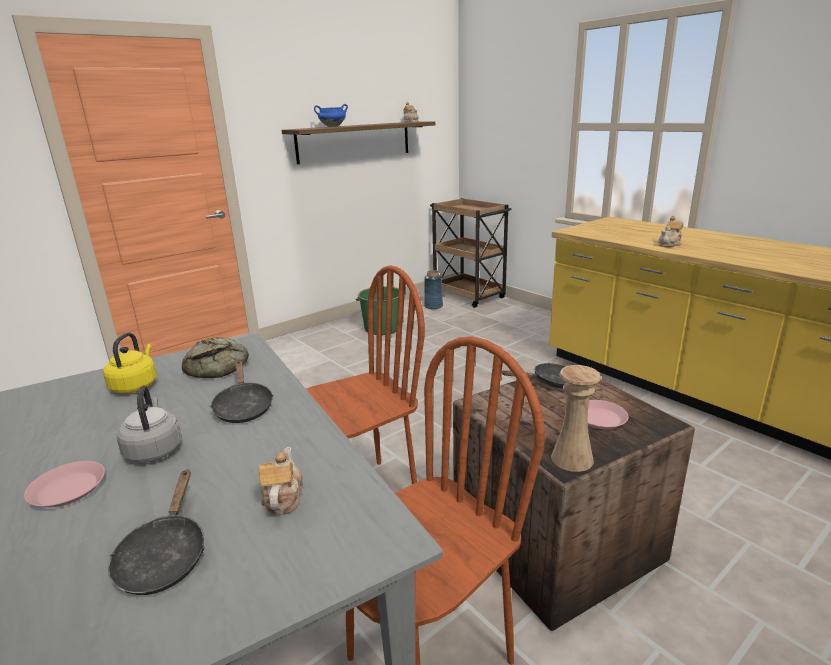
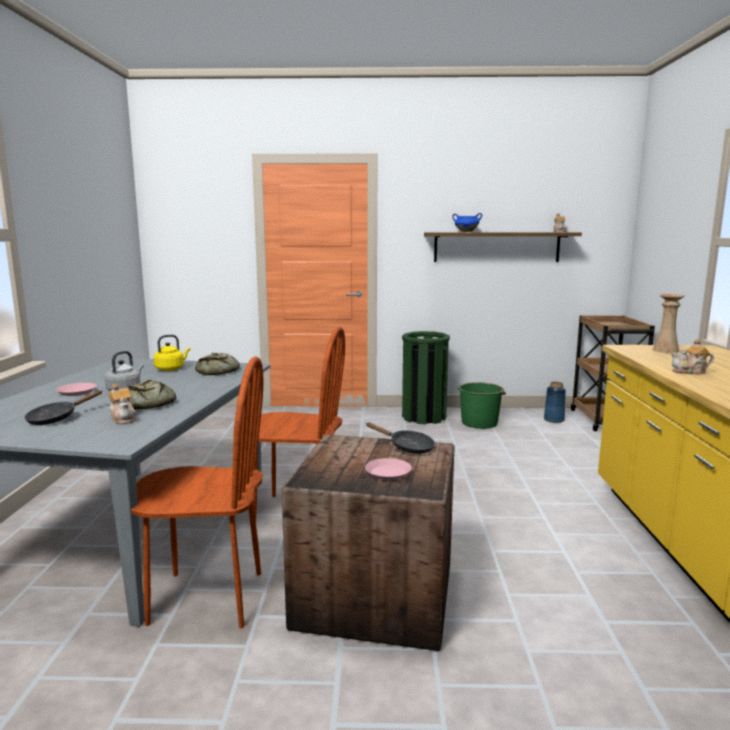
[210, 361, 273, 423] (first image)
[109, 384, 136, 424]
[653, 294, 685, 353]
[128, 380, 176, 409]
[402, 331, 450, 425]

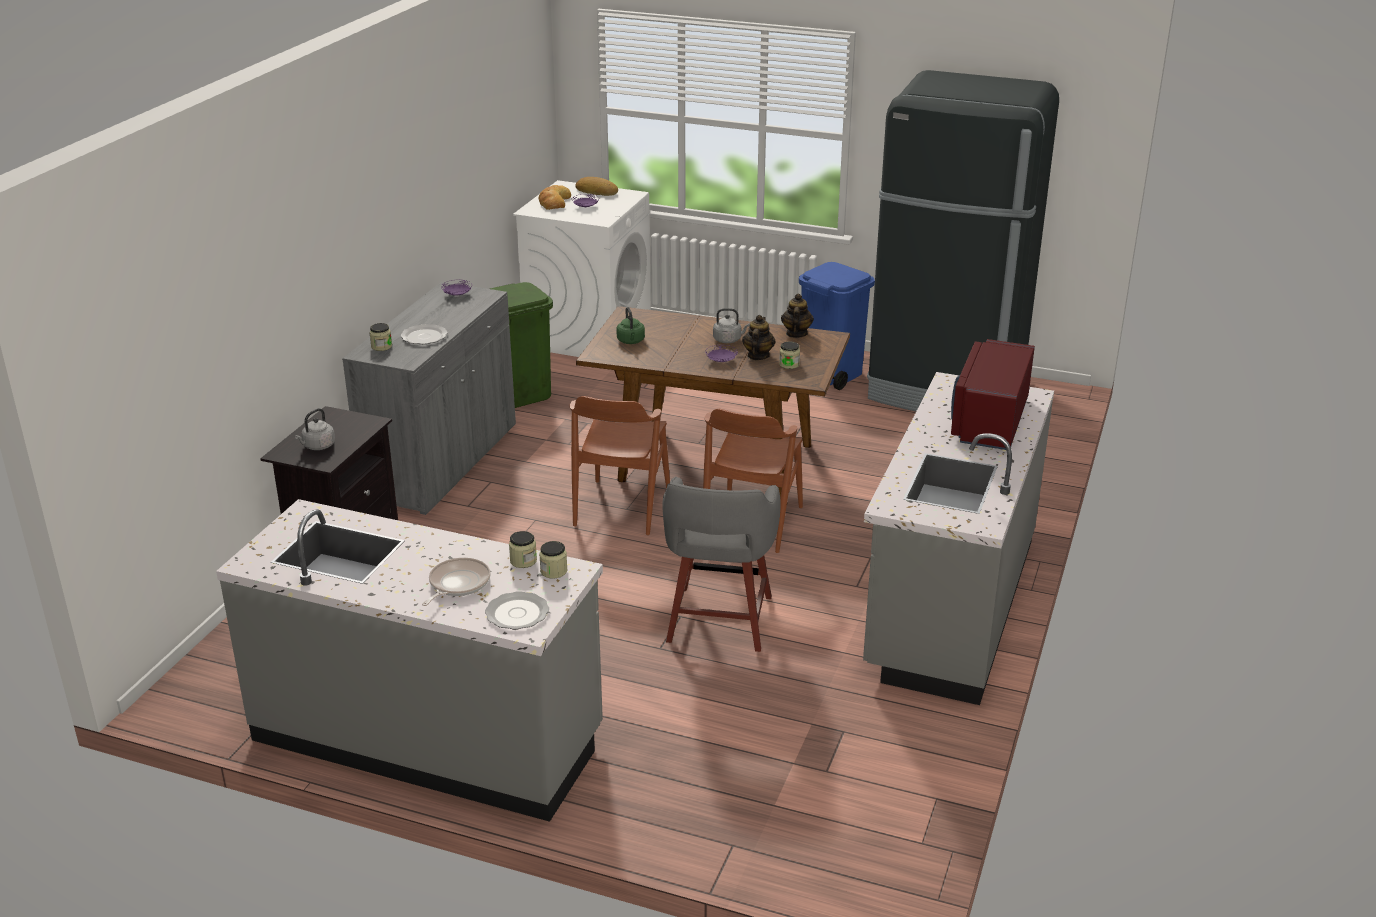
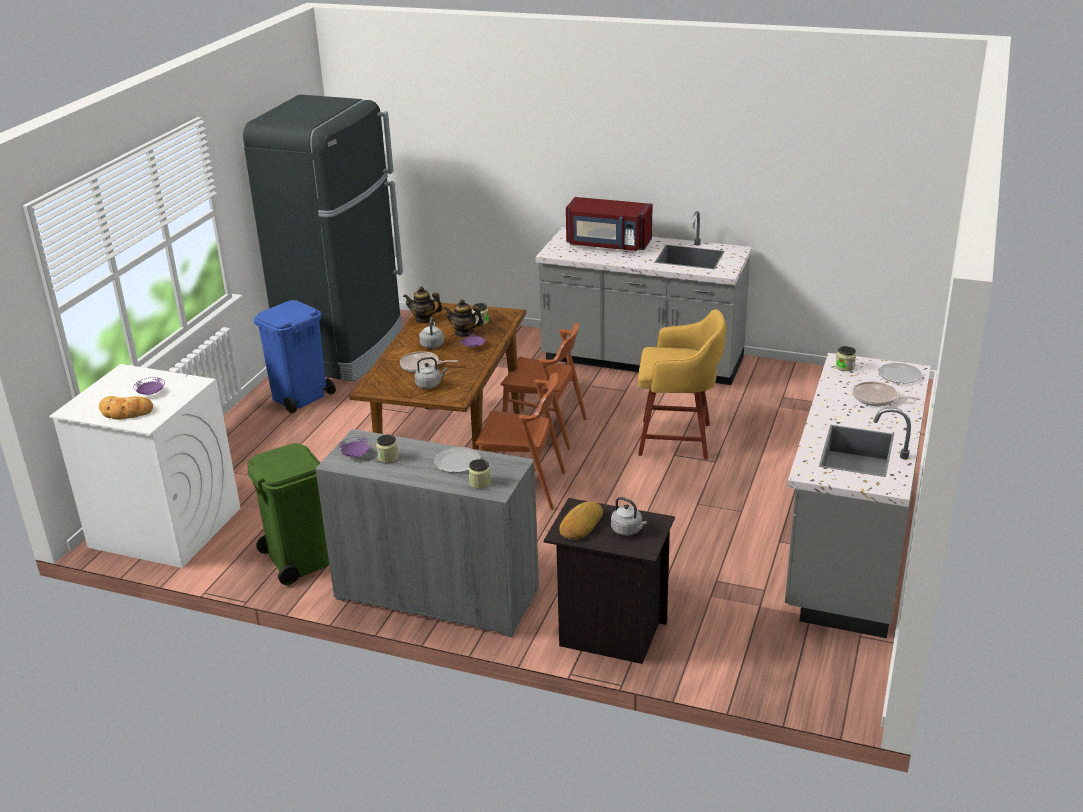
[376, 434, 398, 463]
[559, 501, 603, 540]
[415, 357, 448, 389]
[638, 309, 726, 459]
[400, 351, 458, 373]

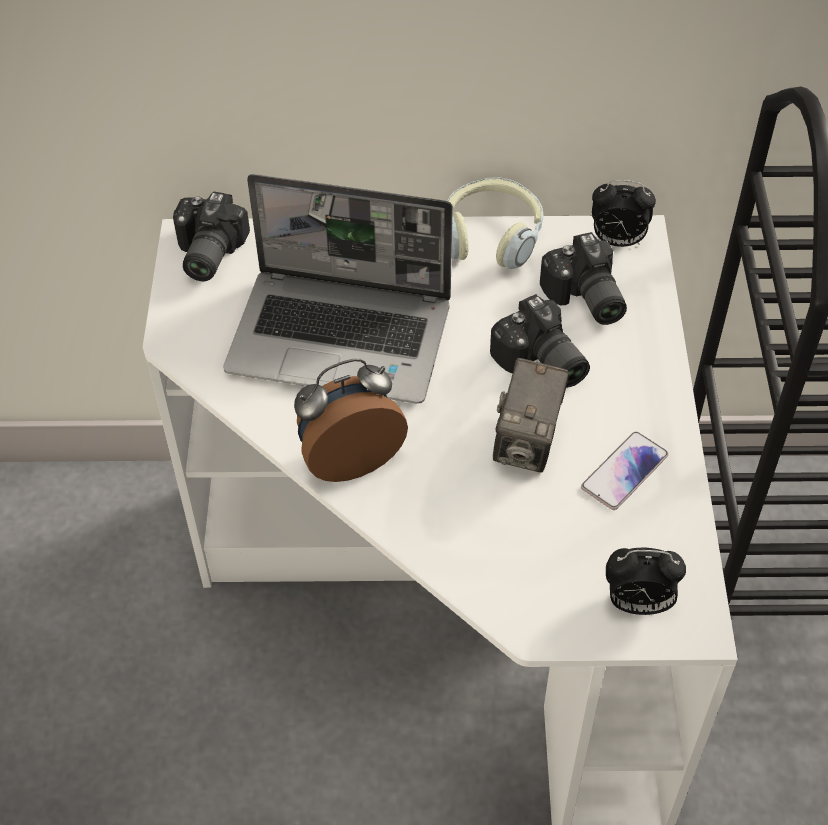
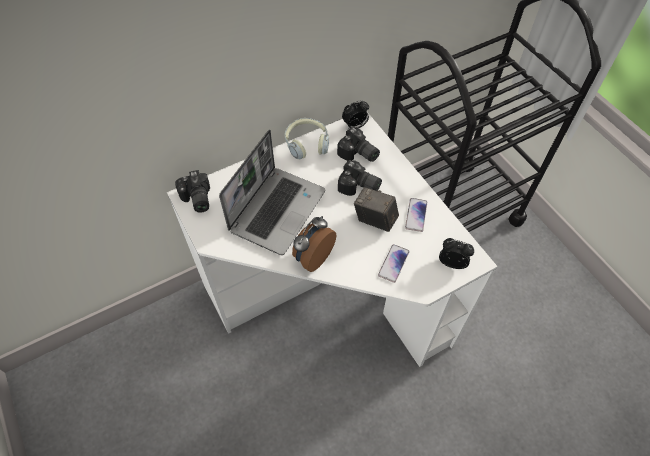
[219, 129, 325, 255]
[354, 187, 399, 232]
[439, 238, 474, 269]
[378, 244, 409, 283]

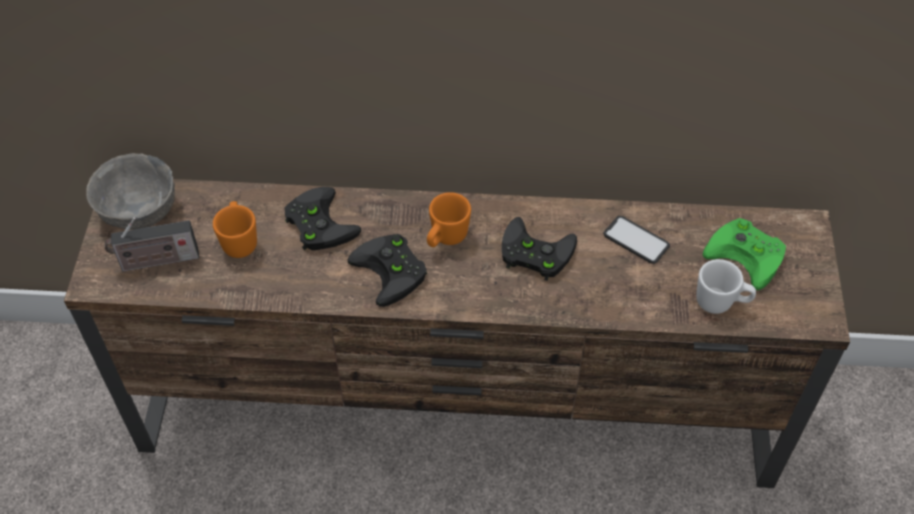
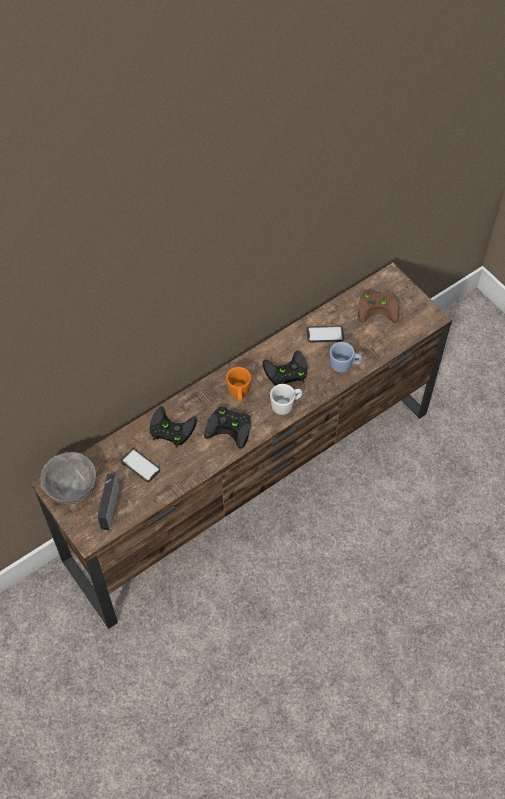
[97, 471, 119, 530]
[121, 449, 161, 482]
[270, 384, 302, 415]
[358, 291, 399, 323]
[330, 342, 363, 373]

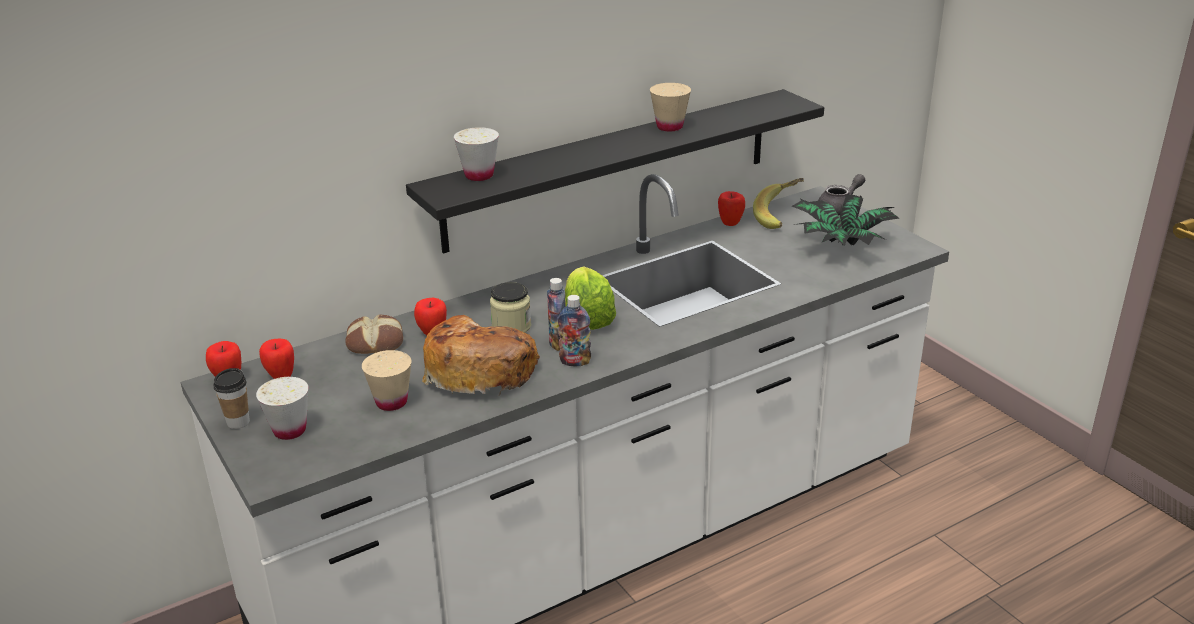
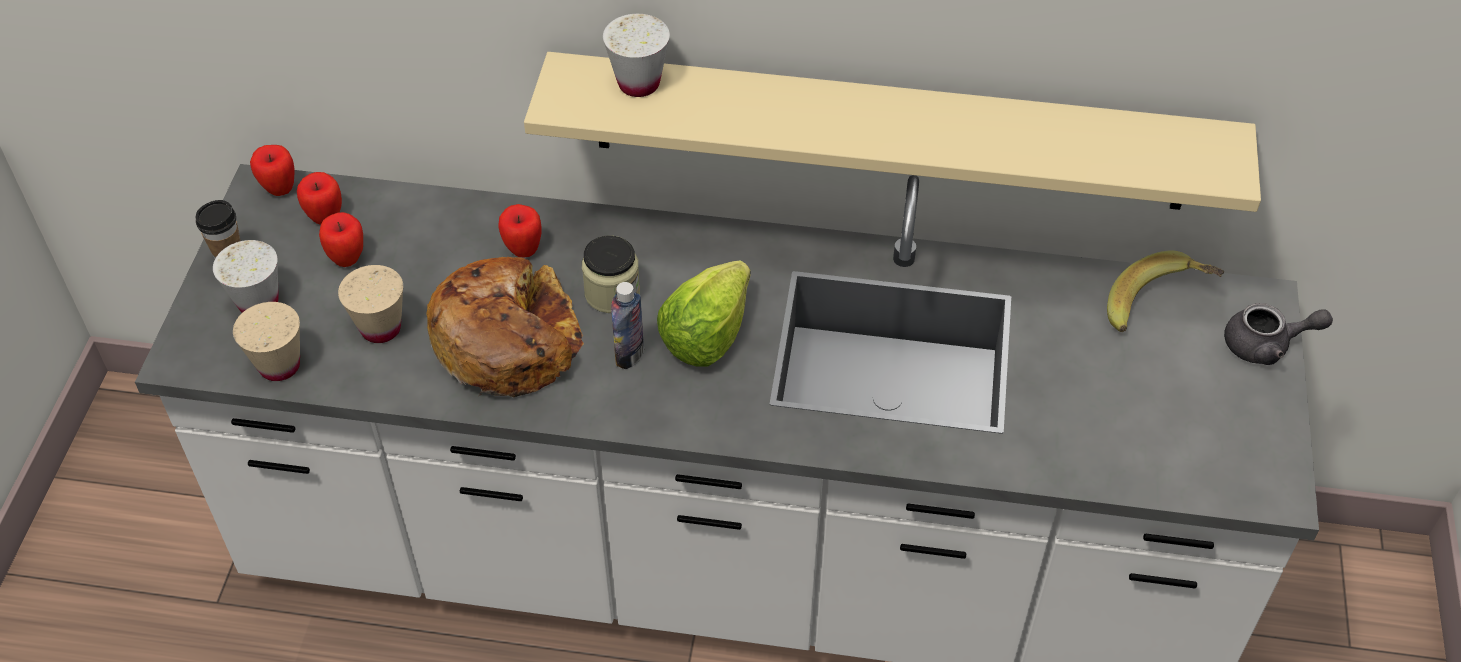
[345, 314, 403, 354] (first image)
[524, 52, 1261, 212]
[558, 295, 591, 366] (first image)
[233, 302, 300, 381]
[319, 212, 363, 267]
[792, 195, 899, 246] (first image)

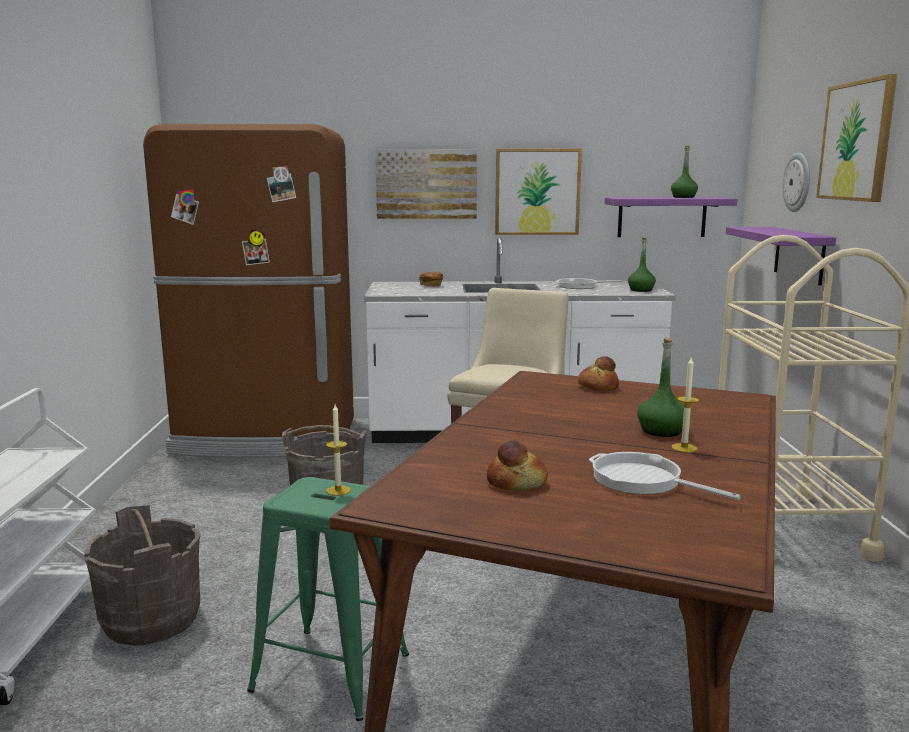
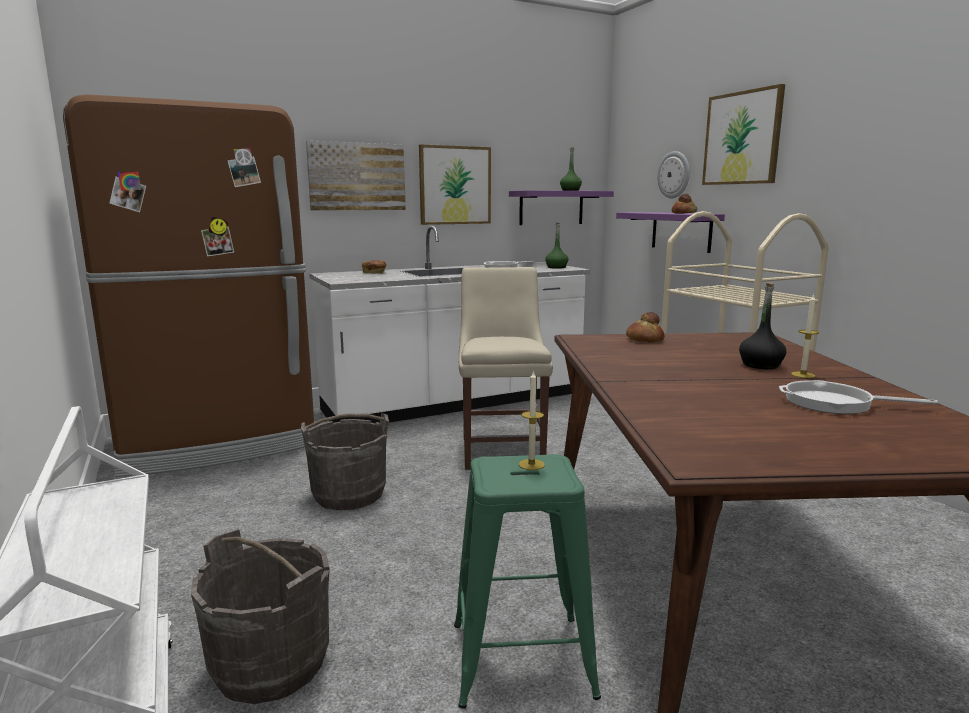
[672, 193, 697, 213]
[739, 283, 786, 369]

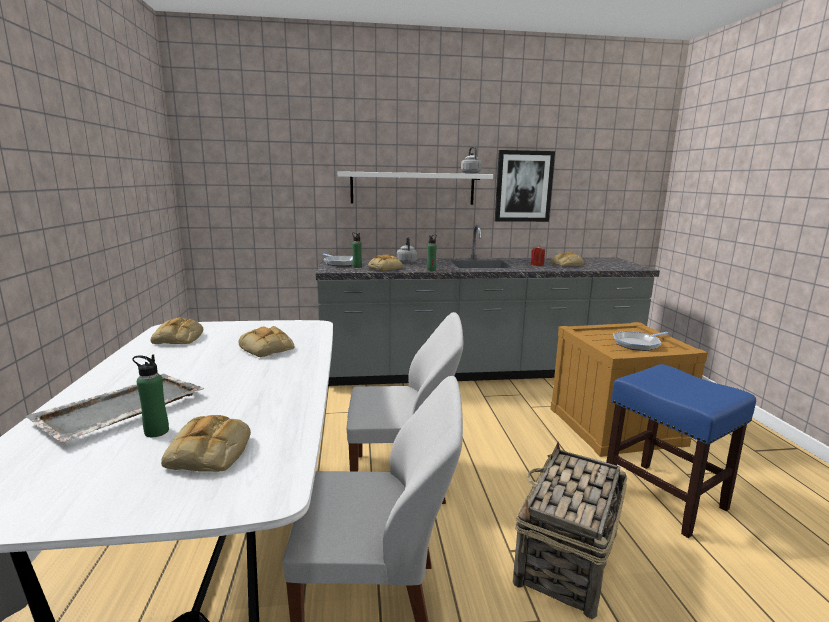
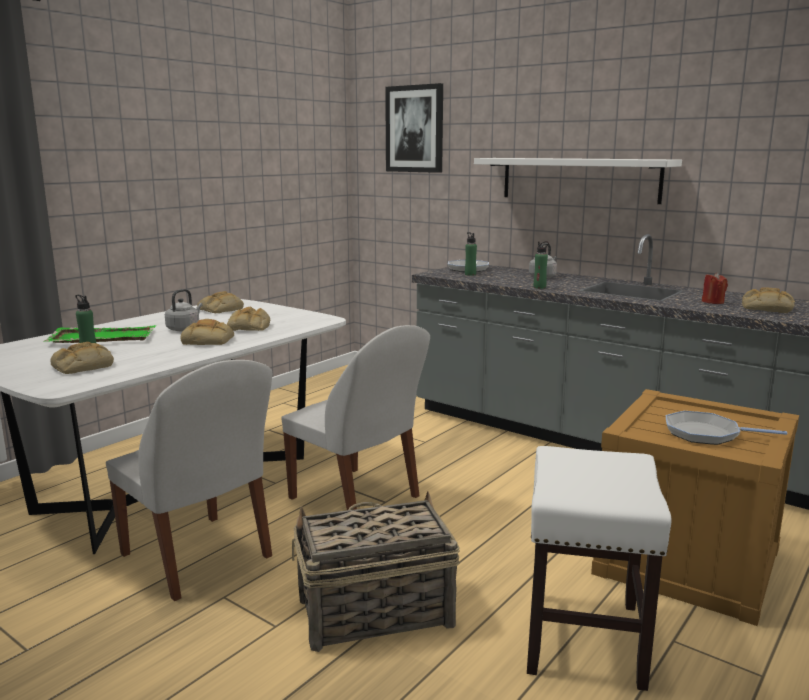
[43, 325, 156, 343]
[180, 319, 234, 345]
[165, 289, 203, 331]
[385, 83, 443, 173]
[527, 446, 672, 691]

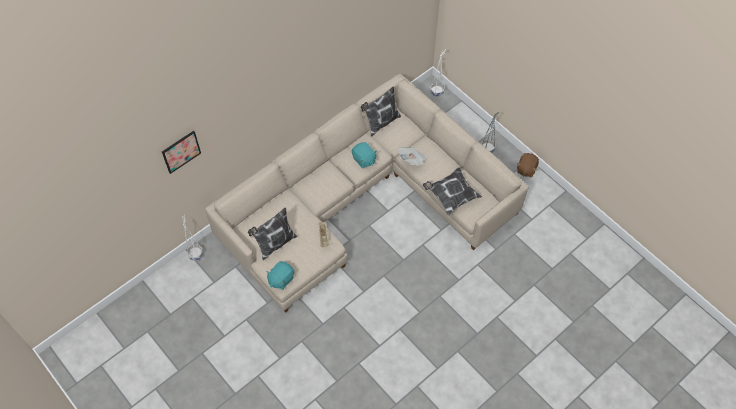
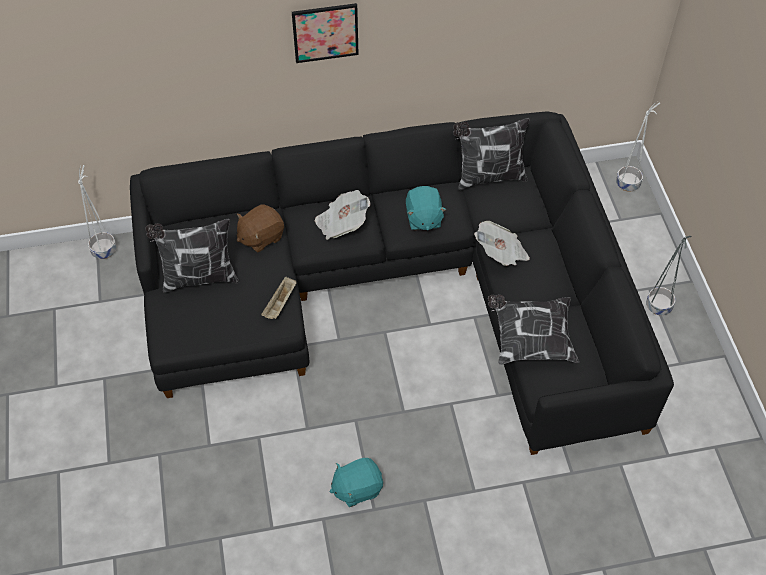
[292, 3, 359, 63]
[130, 111, 674, 455]
[330, 458, 383, 507]
[237, 204, 284, 253]
[315, 190, 370, 240]

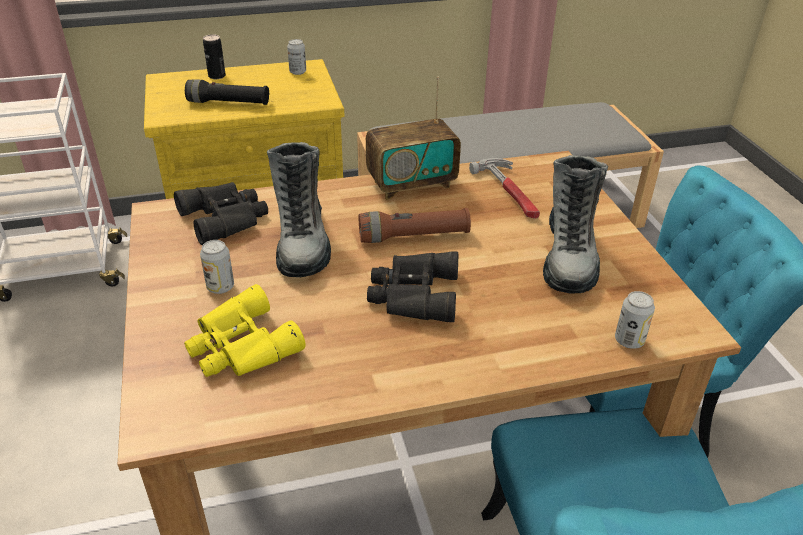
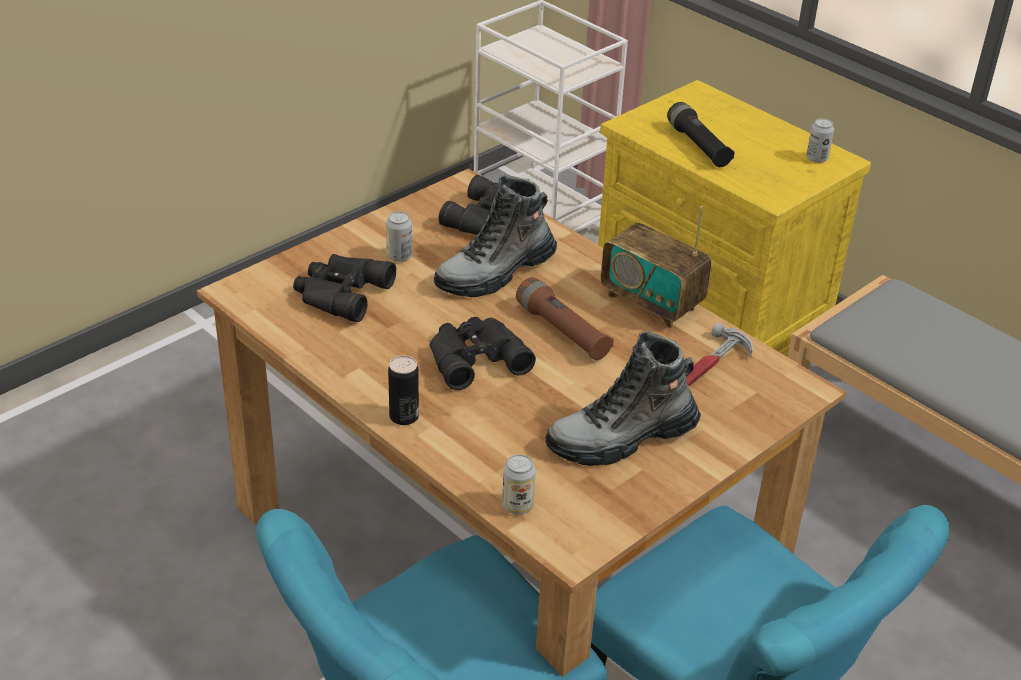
[293, 254, 396, 322]
[388, 356, 419, 425]

